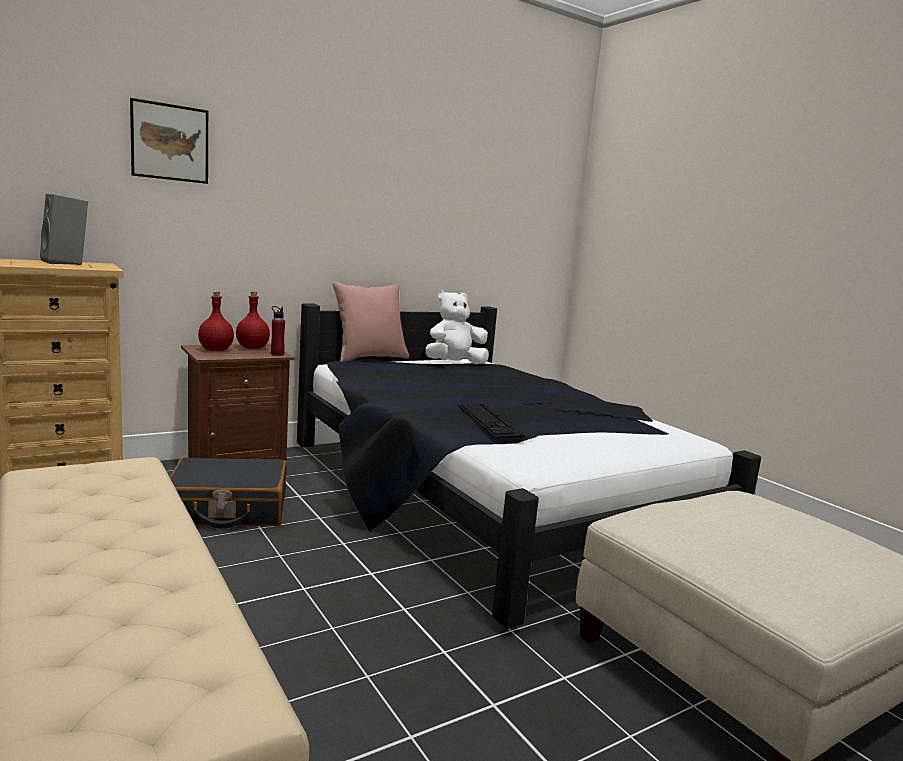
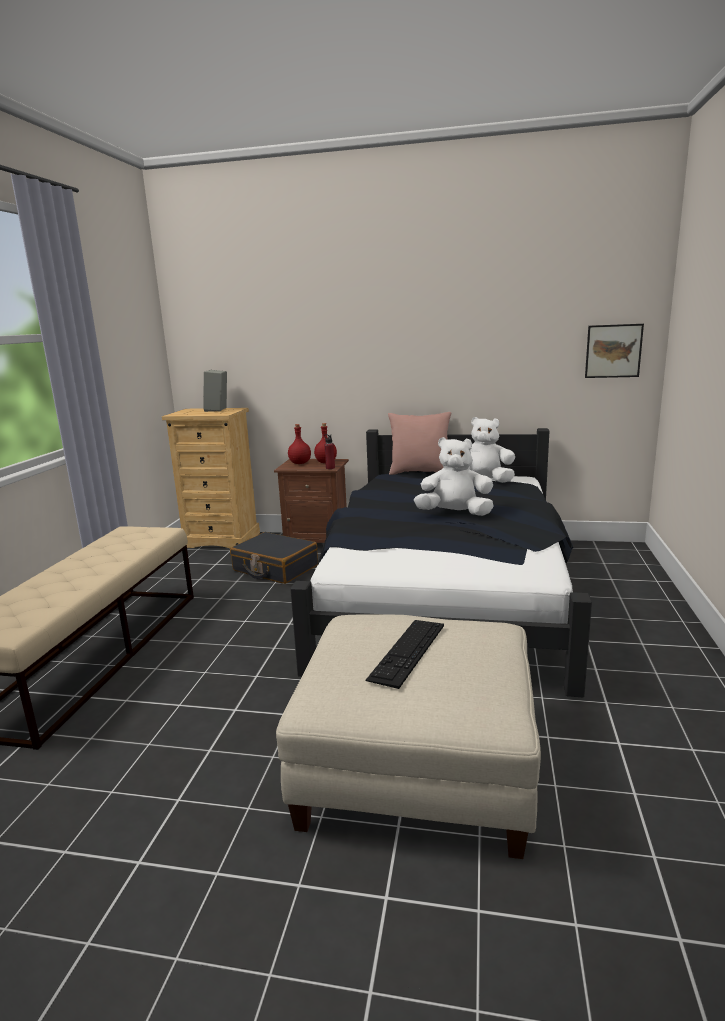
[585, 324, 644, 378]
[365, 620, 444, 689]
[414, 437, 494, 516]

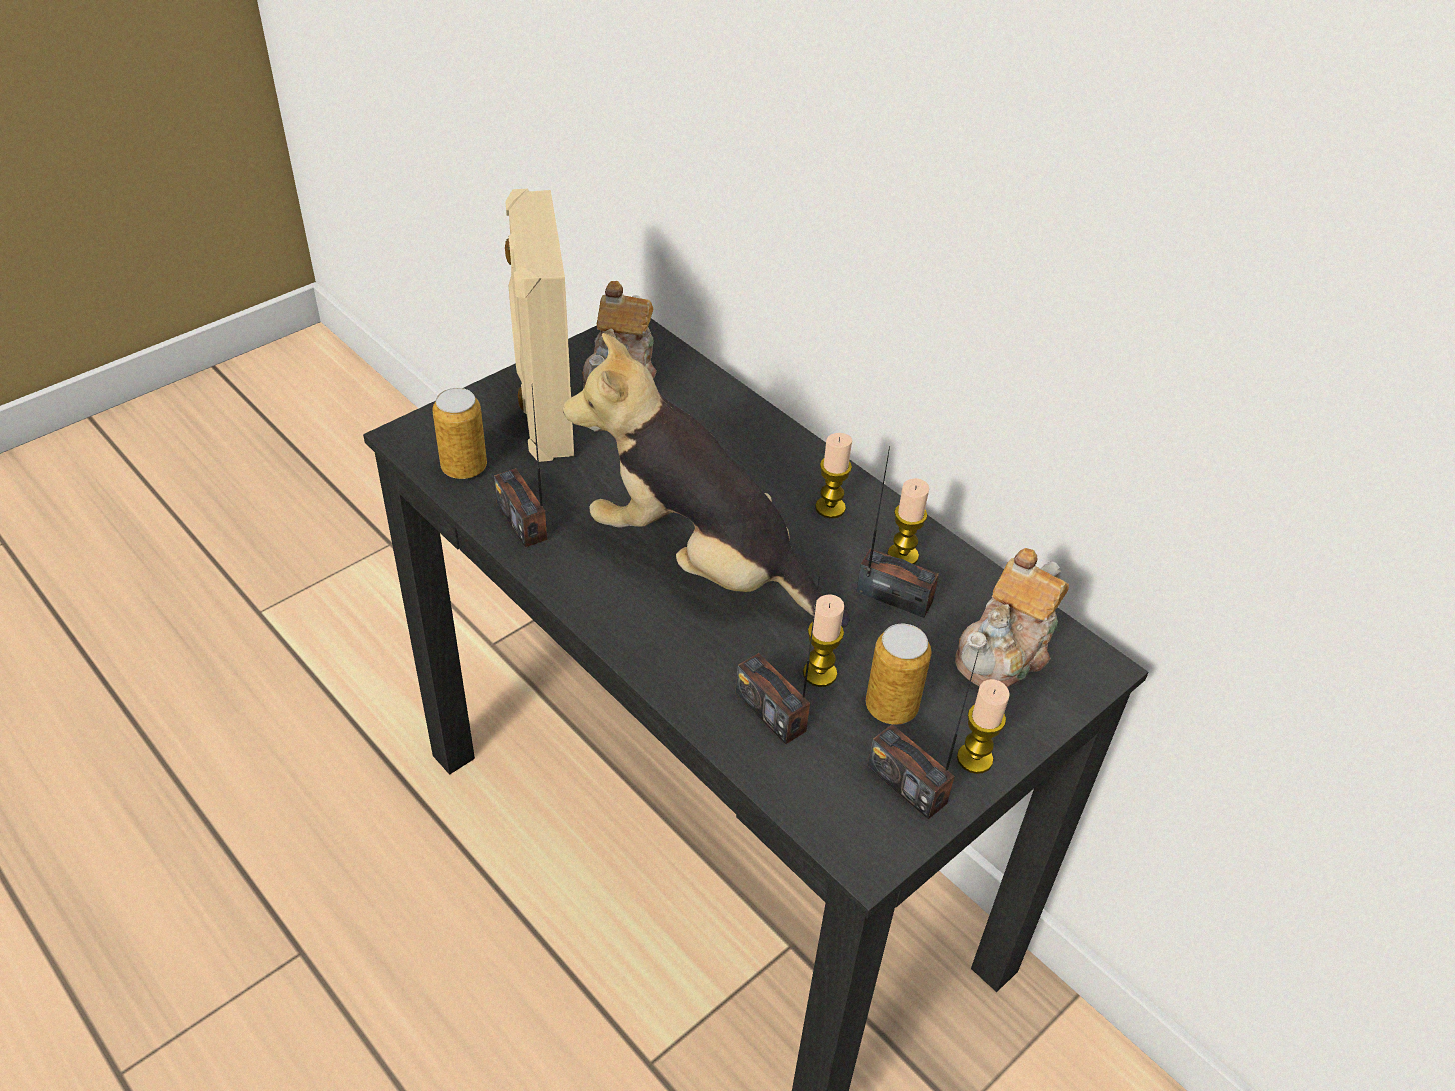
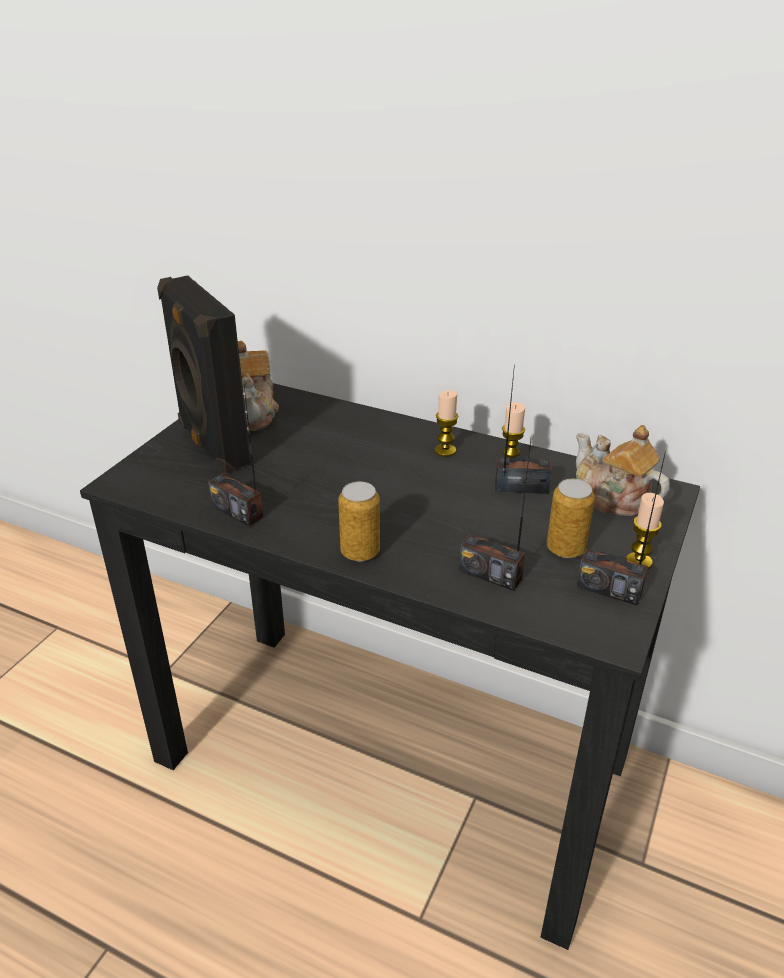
[338, 482, 380, 561]
[157, 275, 251, 474]
[563, 333, 850, 627] (first image)
[803, 594, 844, 687] (first image)
[576, 425, 670, 516]

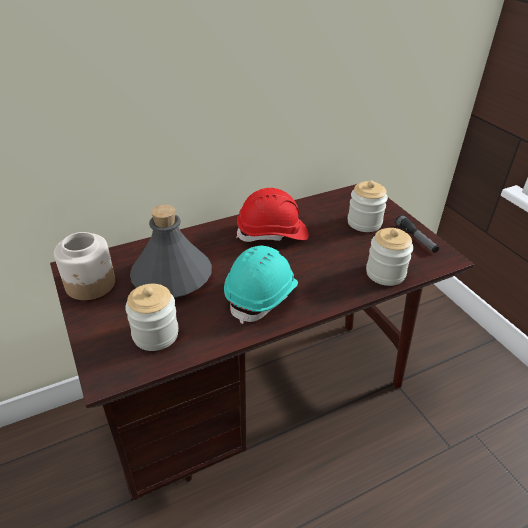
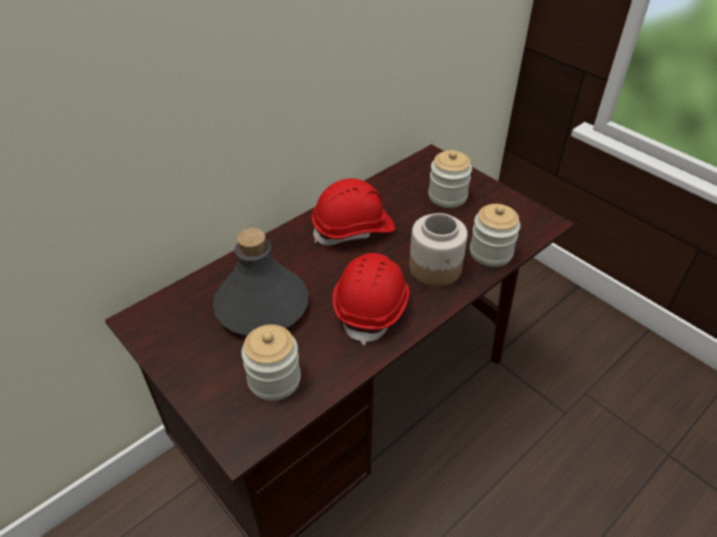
[409, 213, 468, 287]
[333, 253, 410, 345]
[395, 215, 439, 253] (first image)

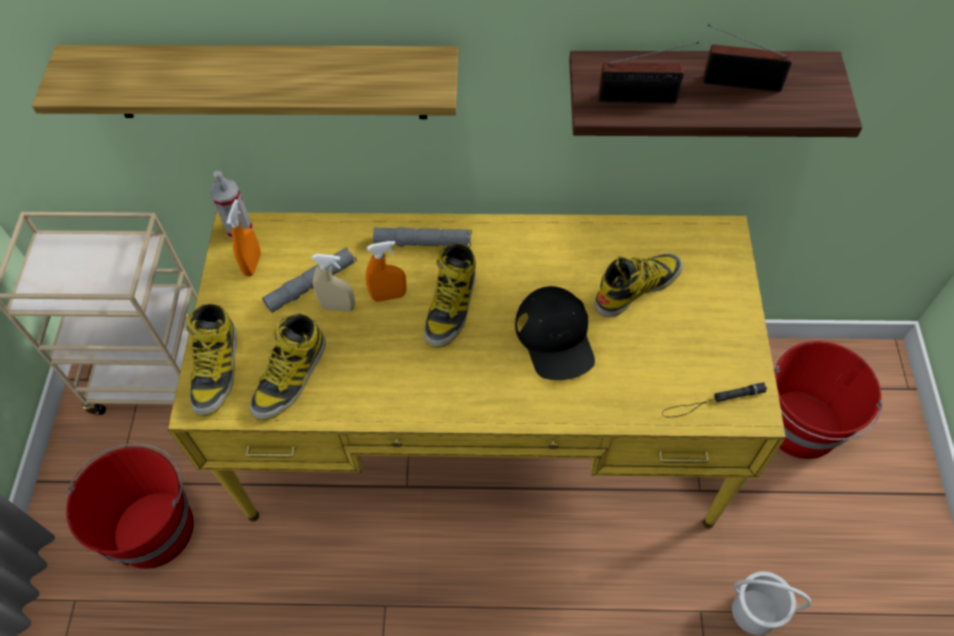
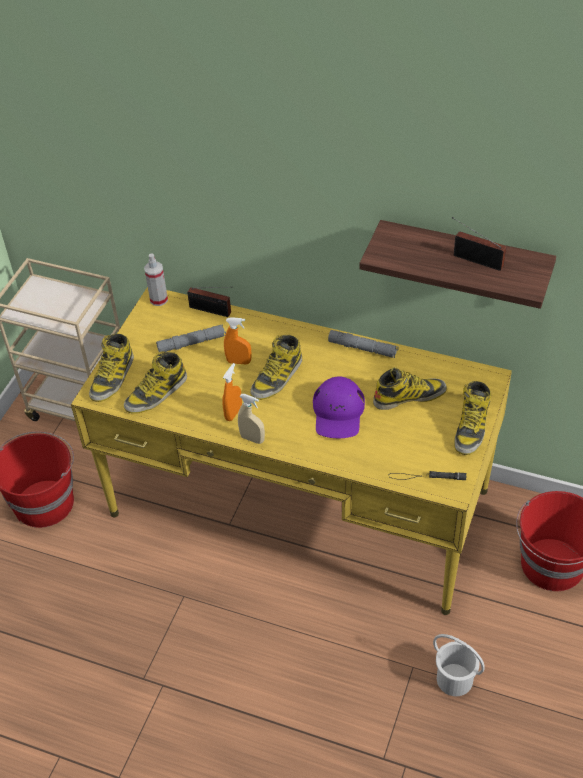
[32, 45, 459, 119] (first image)
[222, 363, 242, 421]
[238, 394, 265, 444]
[328, 330, 398, 358]
[313, 376, 365, 438]
[187, 287, 232, 317]
[454, 381, 491, 455]

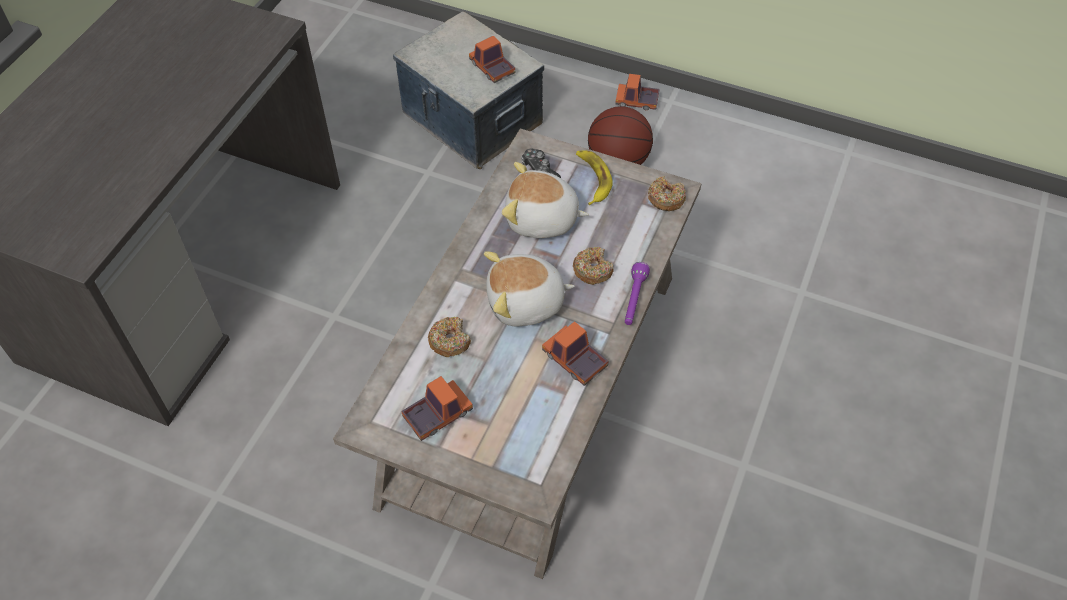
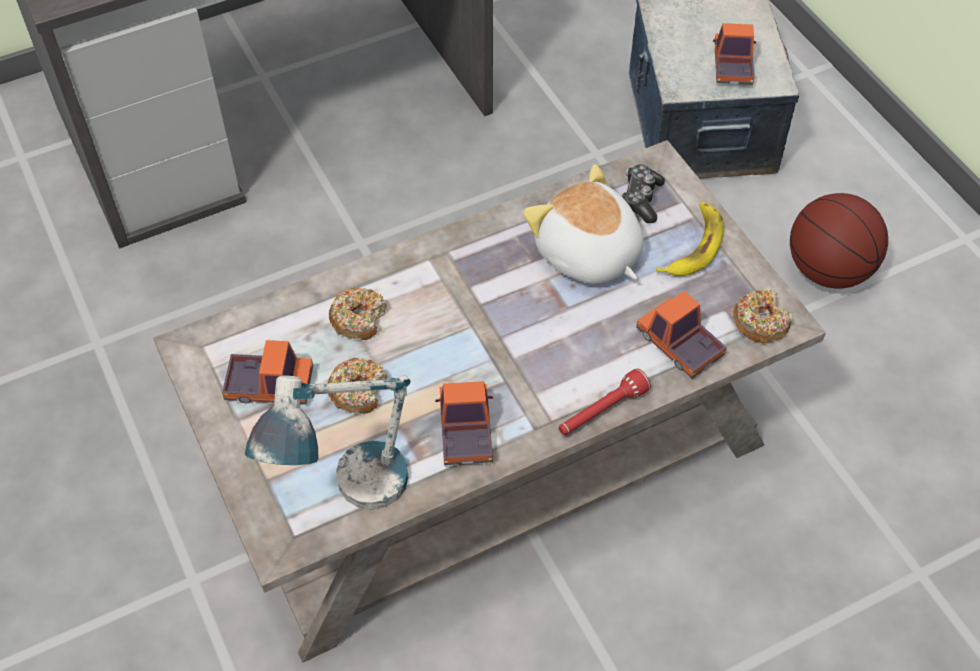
[484, 251, 575, 327] (first image)
[327, 358, 388, 414]
[636, 291, 727, 378]
[559, 368, 651, 435]
[245, 375, 411, 510]

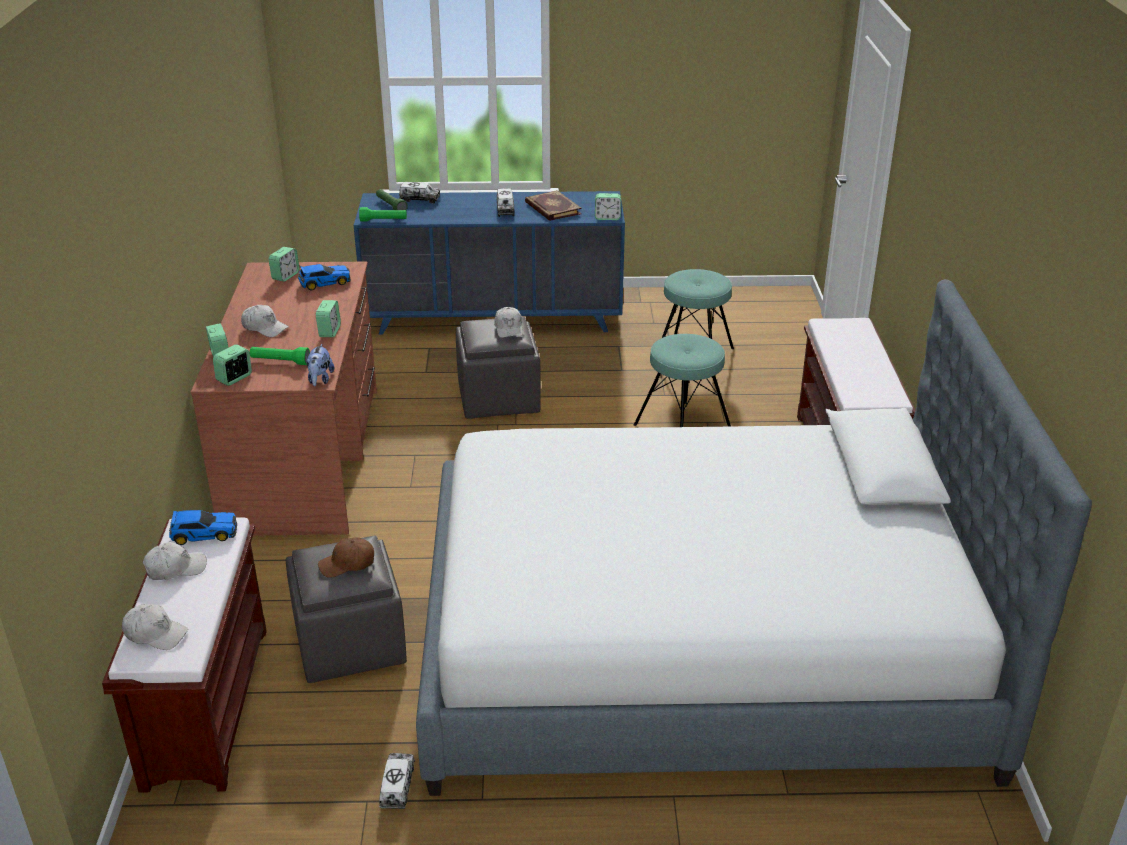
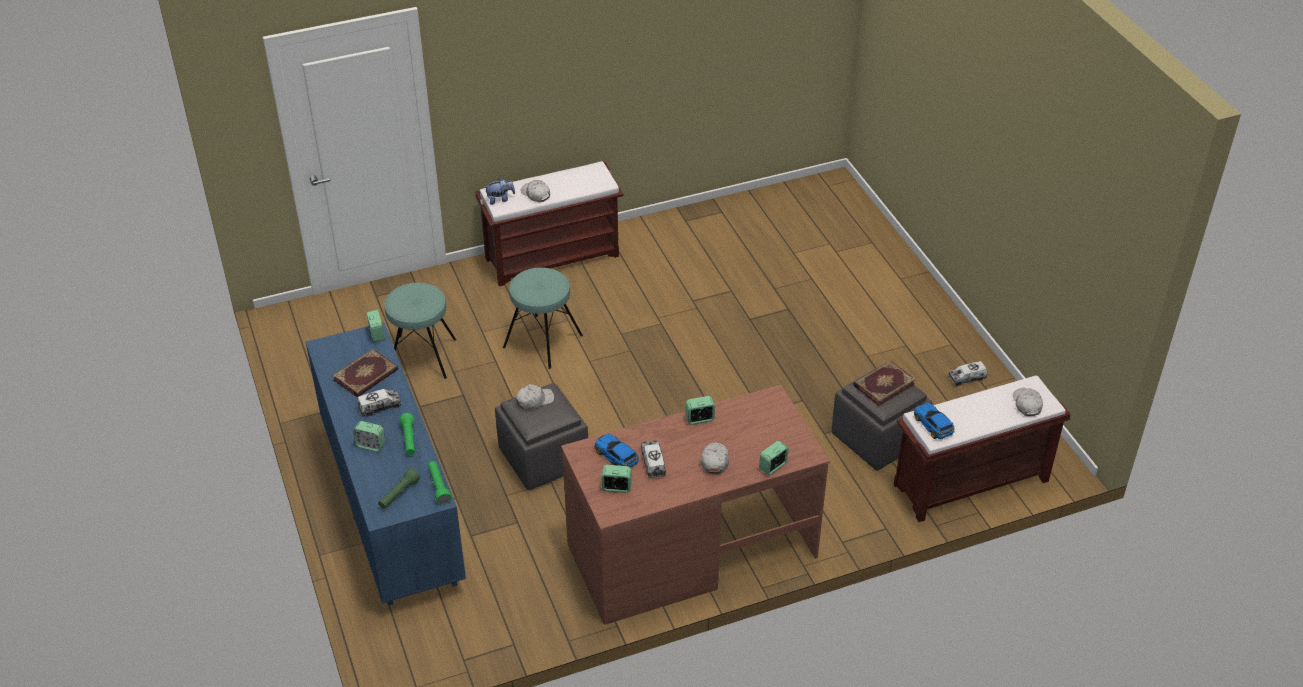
[520, 180, 550, 202]
[353, 421, 385, 451]
[399, 413, 415, 455]
[485, 178, 515, 205]
[853, 361, 916, 406]
[641, 441, 666, 478]
[416, 279, 1092, 796] (first image)

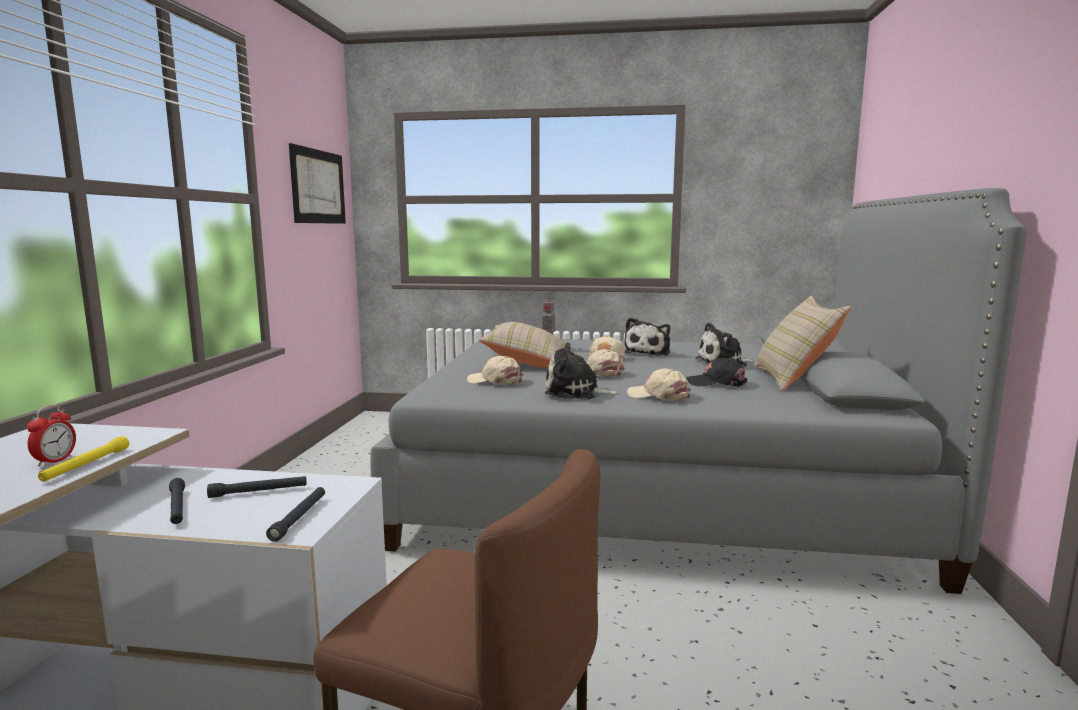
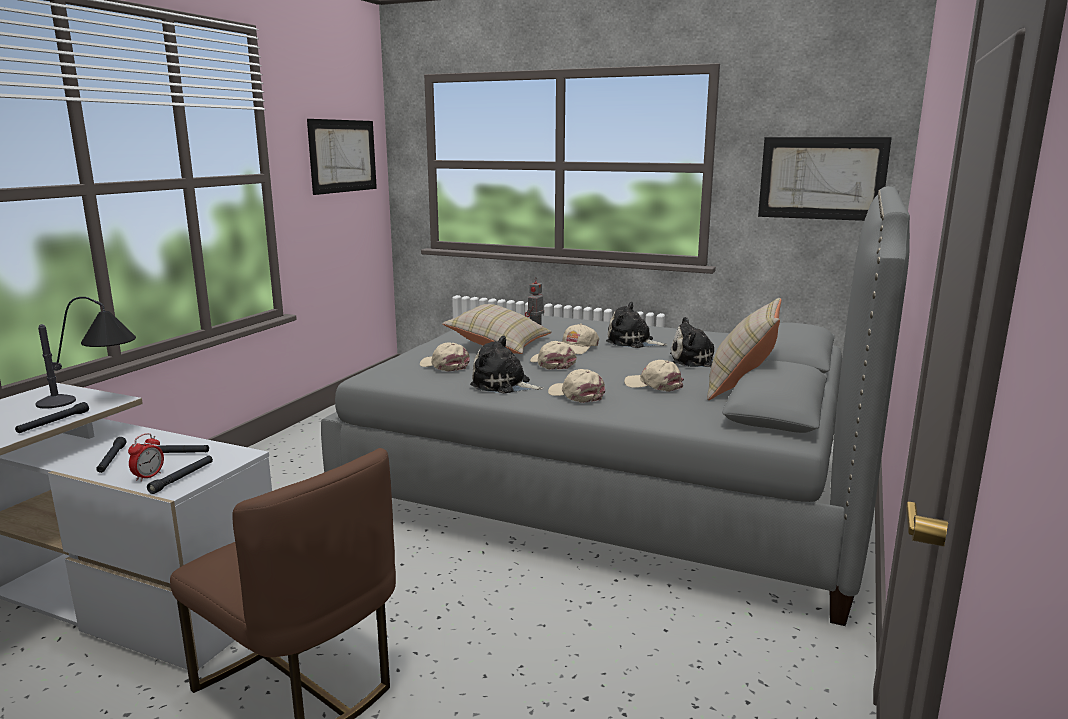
[128, 433, 164, 482]
[15, 402, 89, 433]
[606, 302, 668, 348]
[624, 360, 684, 392]
[35, 297, 136, 408]
[758, 137, 892, 221]

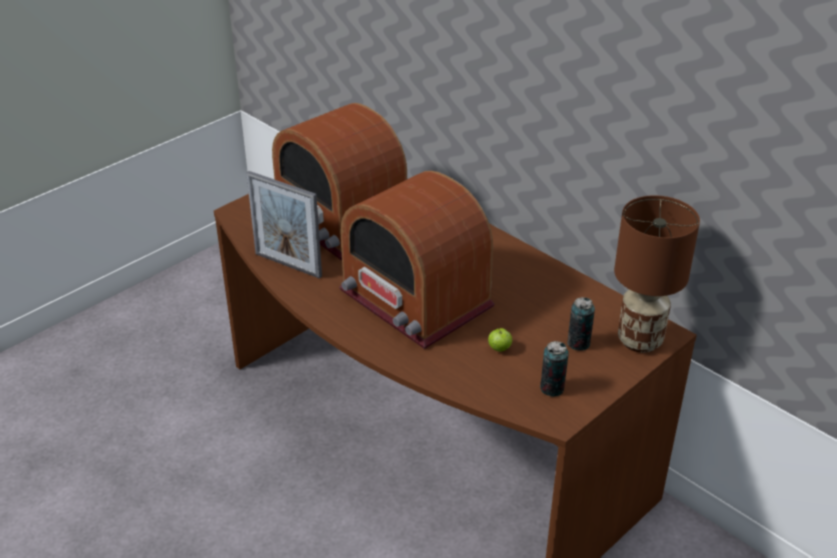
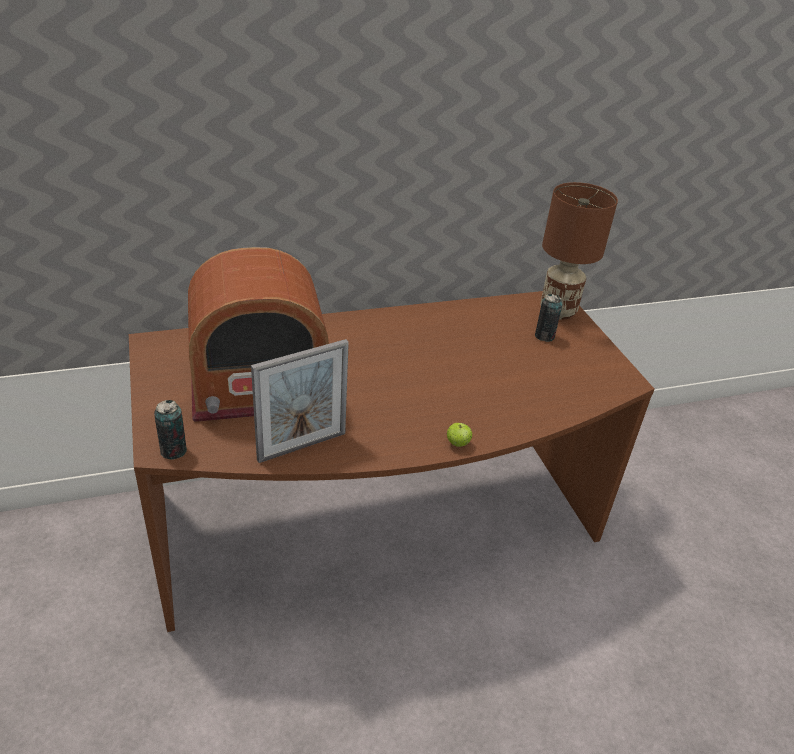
[339, 171, 495, 349] (first image)
[447, 423, 473, 447]
[154, 400, 187, 460]

